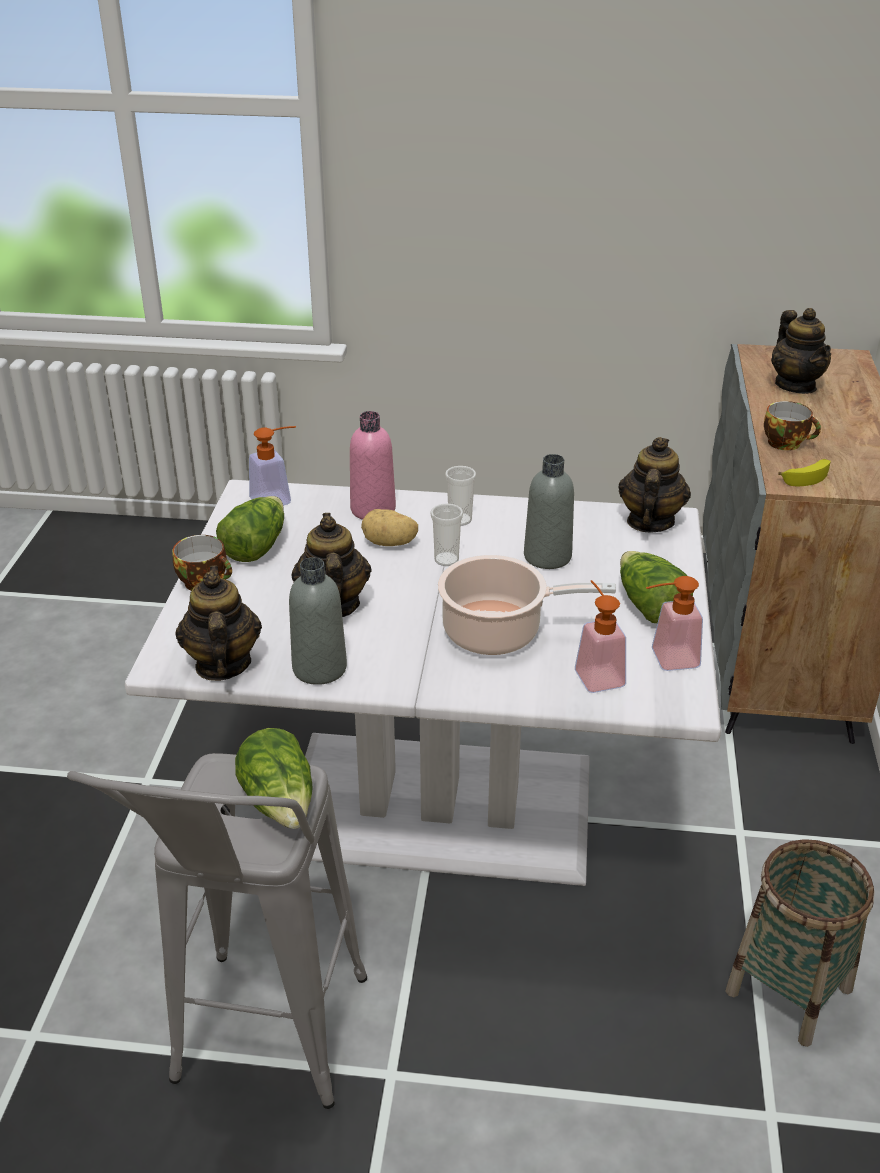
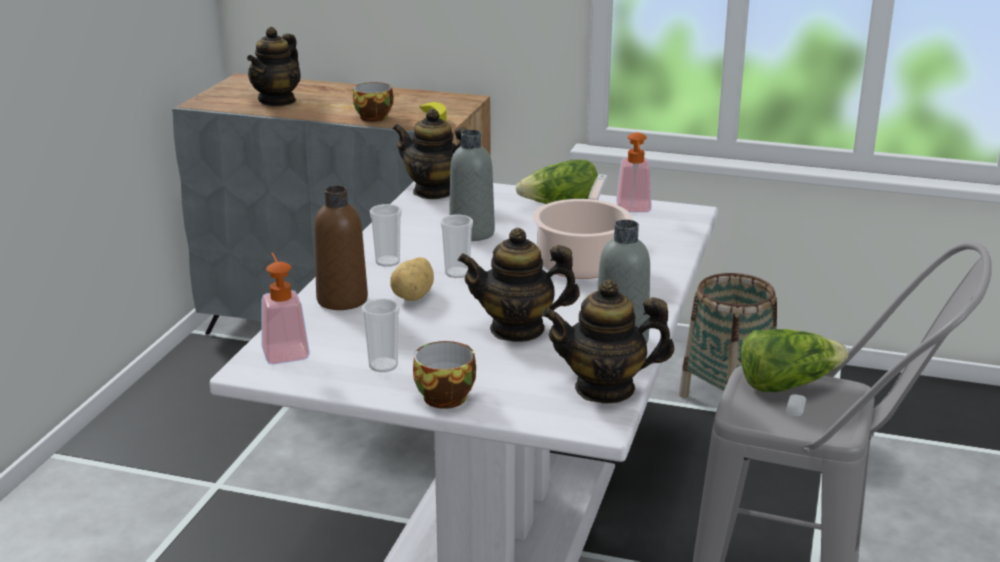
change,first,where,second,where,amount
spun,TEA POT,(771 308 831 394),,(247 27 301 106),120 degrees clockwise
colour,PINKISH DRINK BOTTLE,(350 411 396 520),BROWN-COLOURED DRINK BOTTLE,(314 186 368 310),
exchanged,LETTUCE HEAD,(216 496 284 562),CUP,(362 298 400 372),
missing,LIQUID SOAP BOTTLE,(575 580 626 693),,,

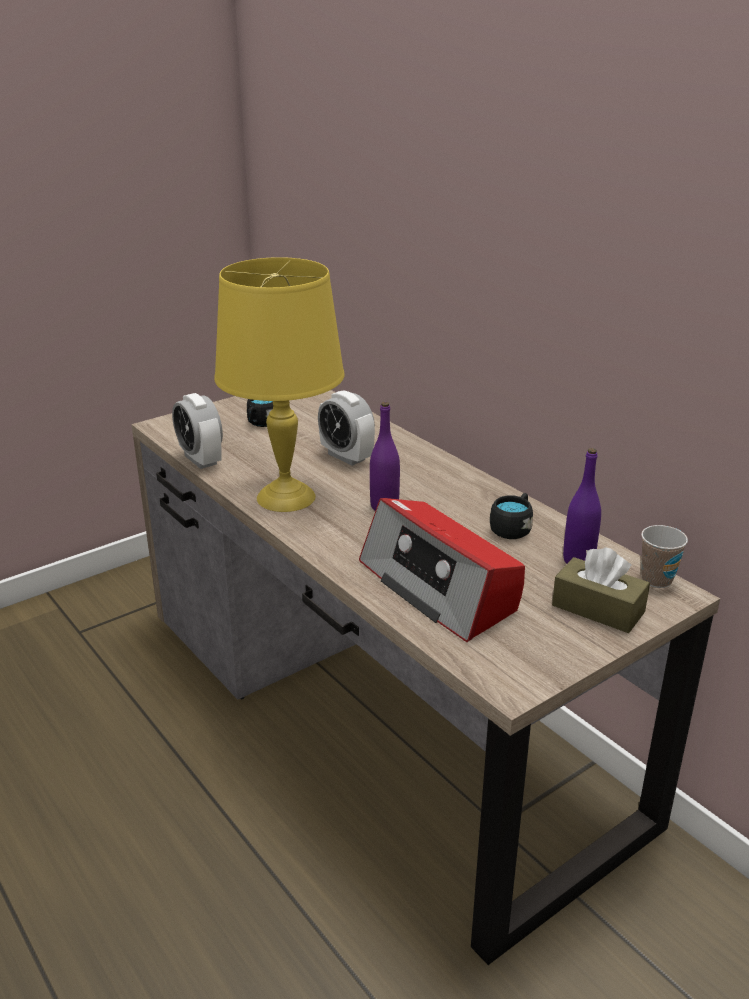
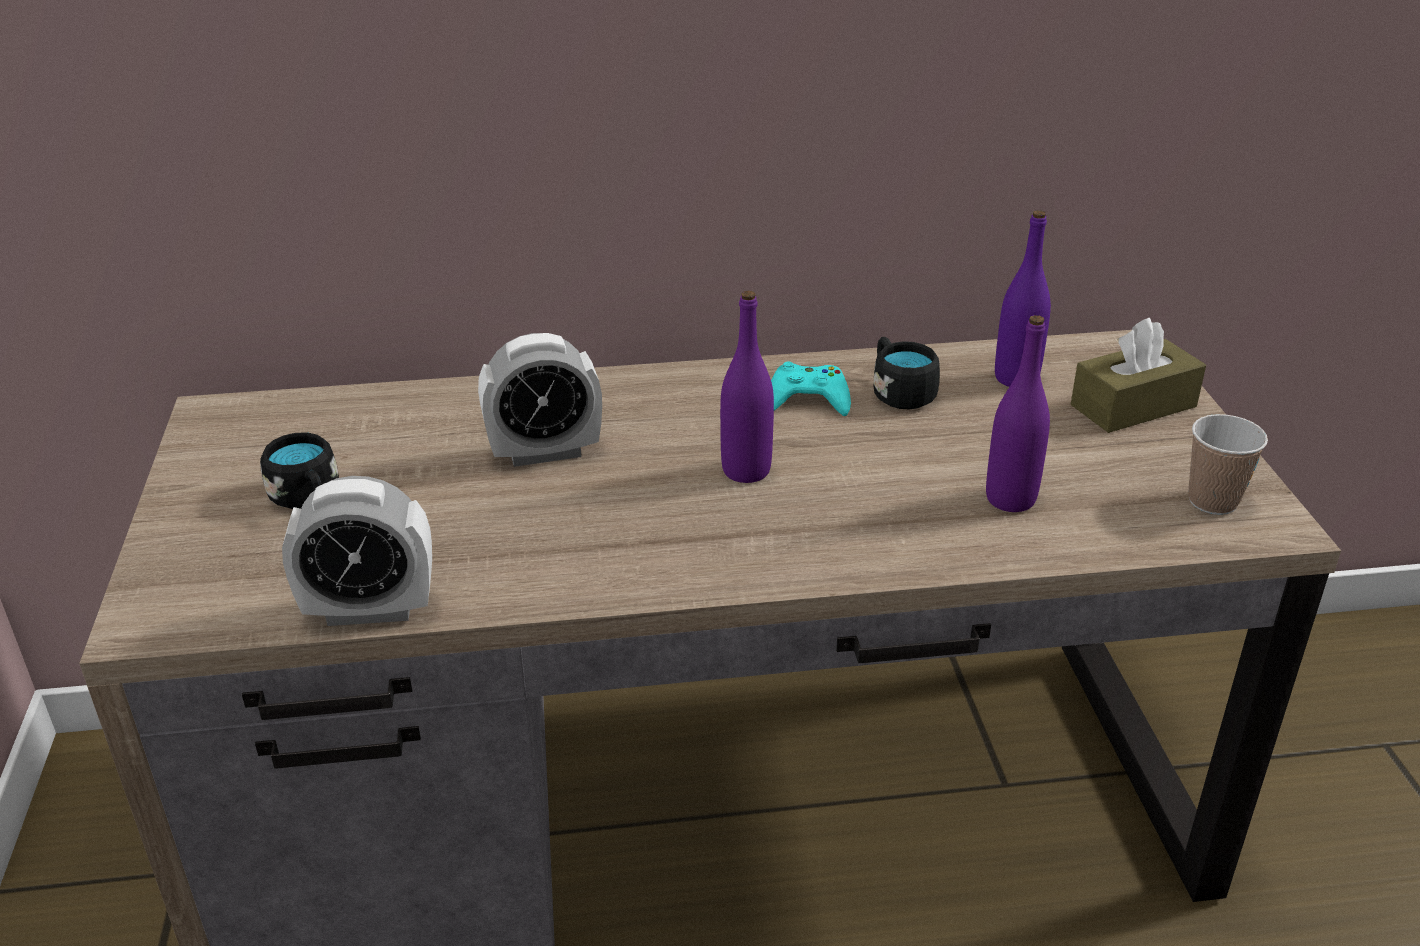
change,first,where,second,where,amount
missing,YELLOWISH TABLE LAMP,(214 257 345 512),,,
exchanged,RADIO RECEIVER,(359 498 525 642),PURPLE-COLOURED DRINK BOTTLE,(986 315 1050 512),
relocated,CUP,(641 525 688 588),,(1188 414 1268 515),
appeared,,,TURQUOISE GAME CONTROLLER,(771 361 851 416),

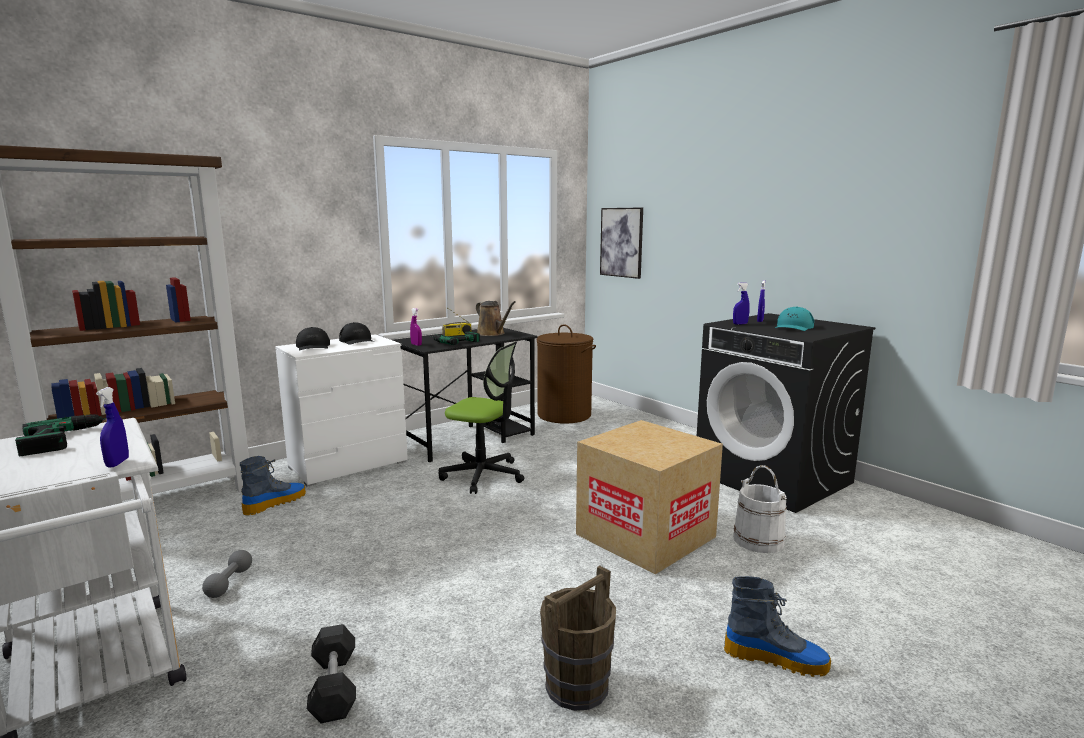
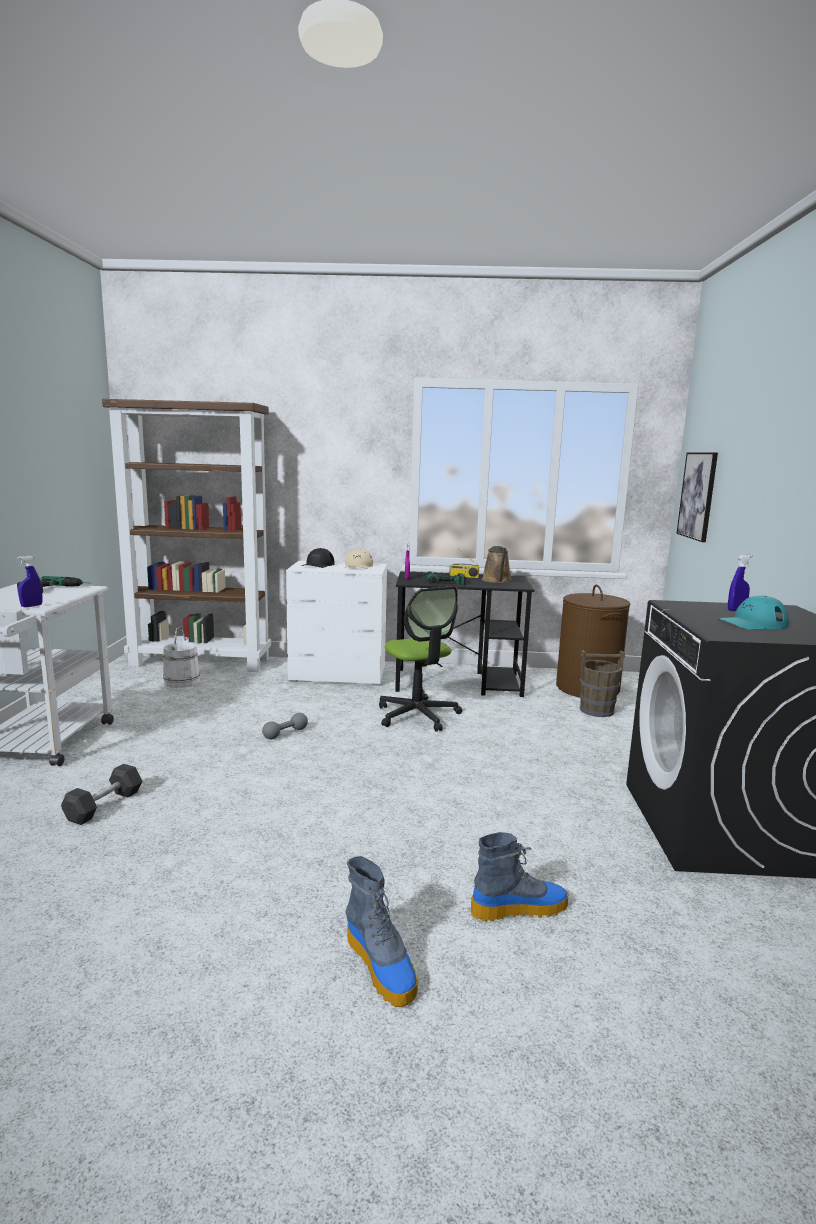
change,first,where,second,where,amount
missing,BLUISH SPRAY BOTTLE,(733 282 750 325),,,
colour,BLACKISH CAP,(339 322 374 345),BEIGE CAP,(344 549 373 569),
missing,PACKING BOX,(576 420 723 574),,,
relocated,TALL BOOT,(240 456 306 515),,(471 832 568 921),
relocated,WHITE BUCKET,(733 465 787 553),,(163 626 200 688),
relocated,GREYISH HAND WEIGHT,(202 550 252 598),,(262 713 308 739),
relocated,BROWN-COLOURED BUCKET,(540 565 616 711),,(580 650 625 717),

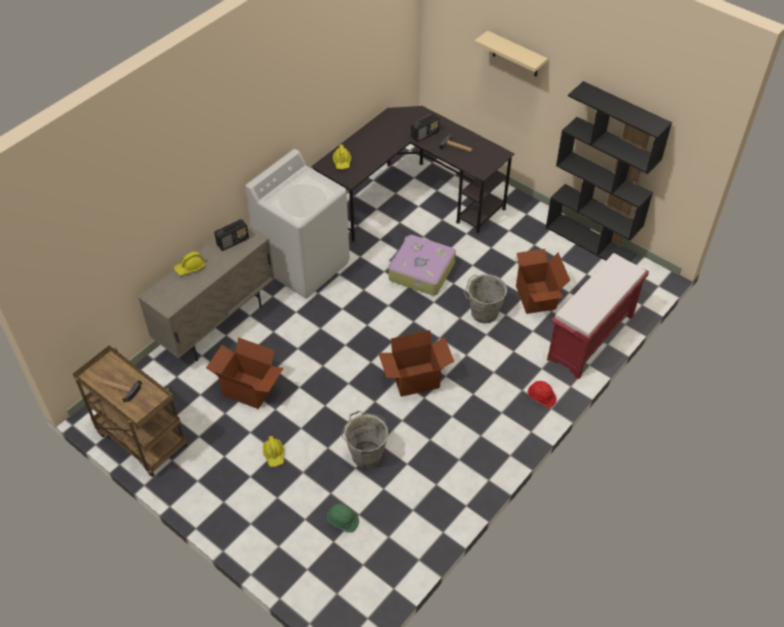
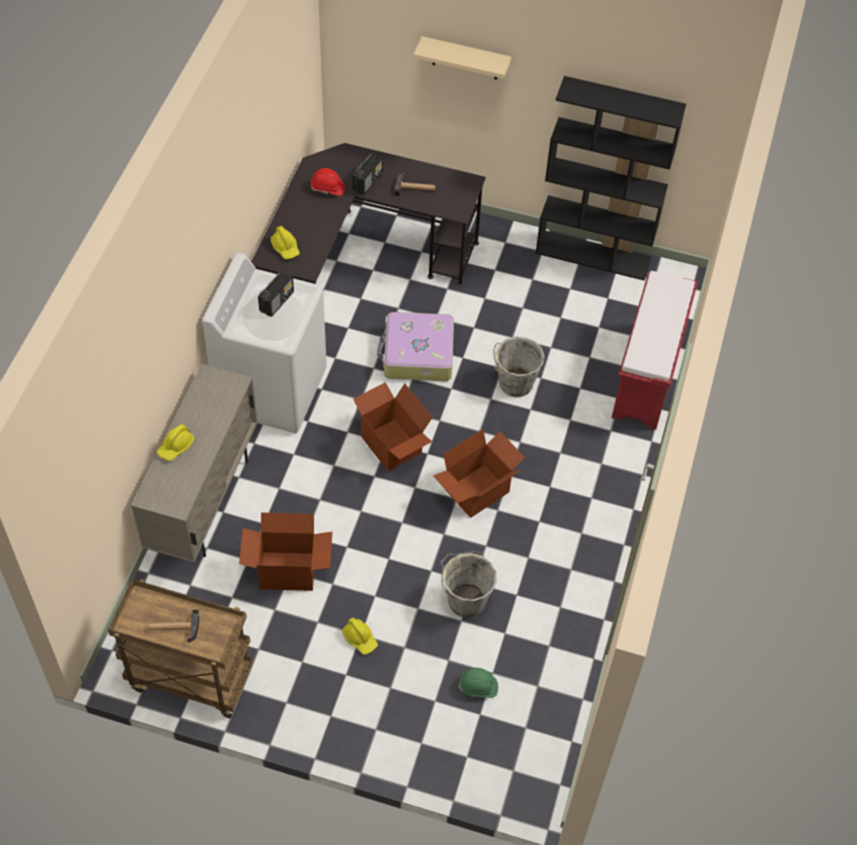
change,first,where,second,where,amount
relocated,RADIO RECEIVER,(214 219 249 251),,(258 271 294 317),
relocated,PACKING BOX,(515 249 570 314),,(353 382 433 471),
relocated,RED WORK HELMET,(528 381 557 408),,(311 168 345 196),

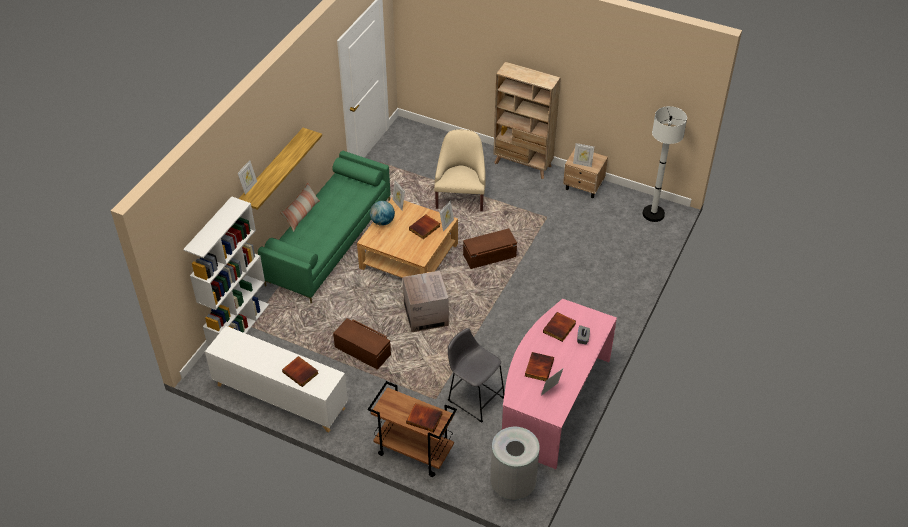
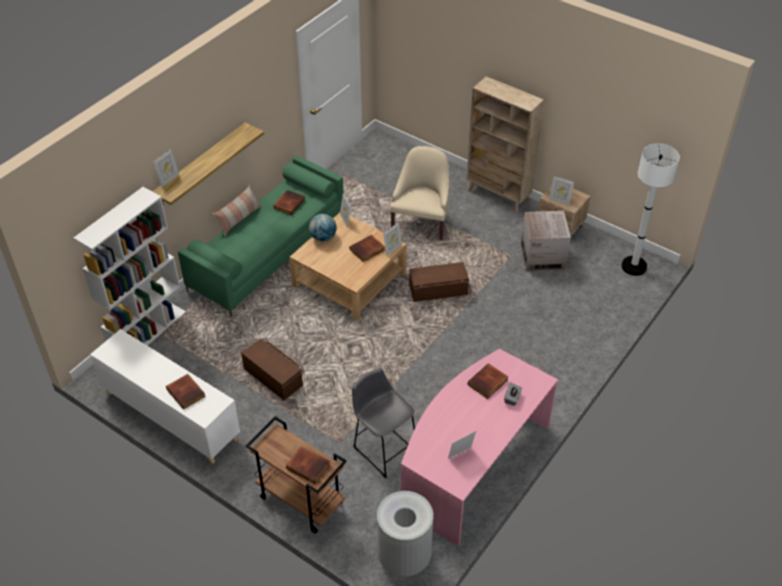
change,first,where,second,where,amount
relocated,PACKING BOX,(403 271 449 332),,(521 211 571 271),
relocated,BOOK,(525 352 554 381),,(273 190 305 215),

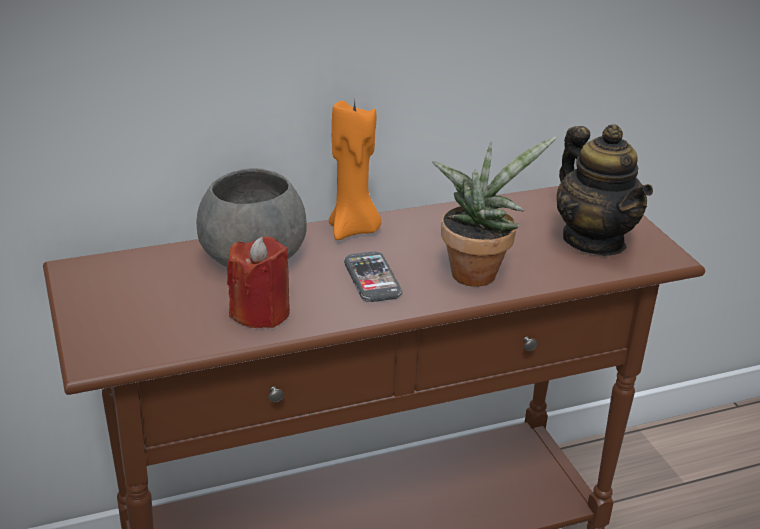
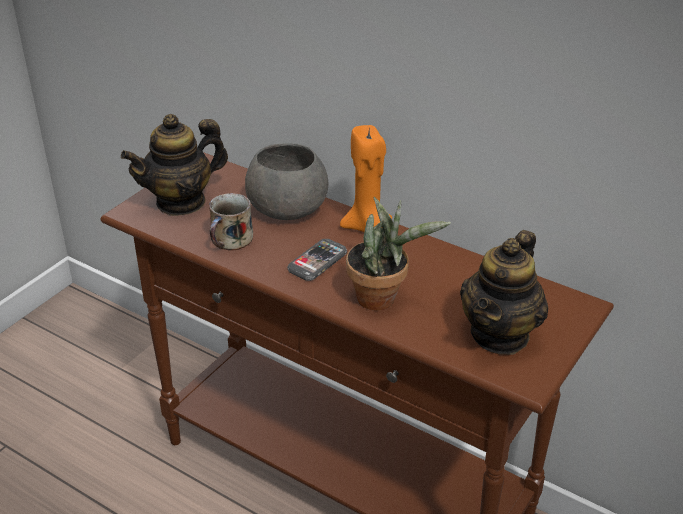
change,first,where,second,where,amount
exchanged,RED CANDLE,(227 236 290 328),TEA MUG,(209 193 253 250),
appeared,,,TEA POT,(121 114 228 216),

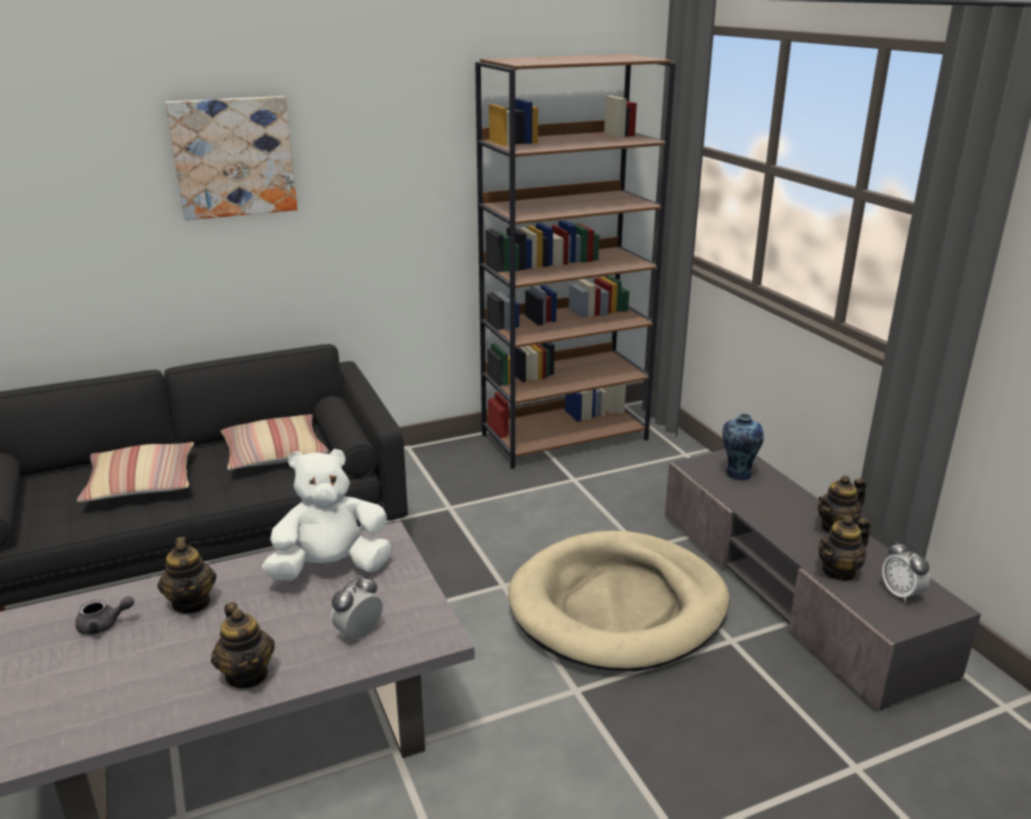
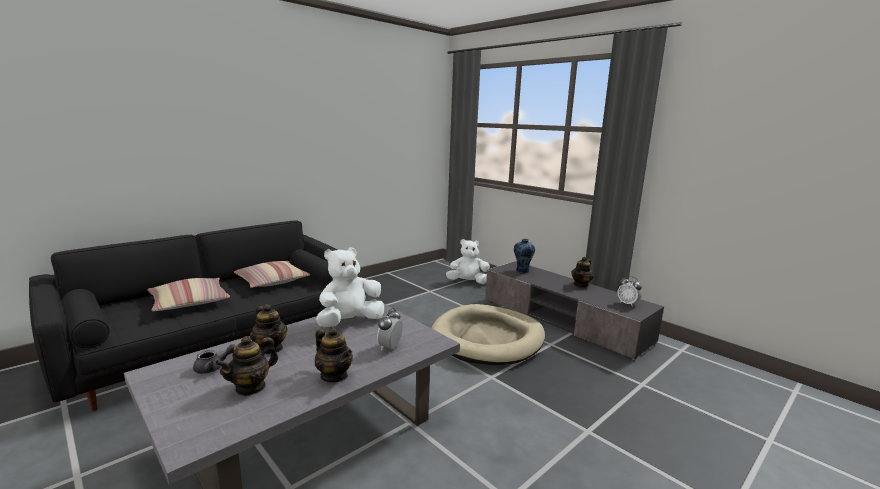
change,first,where,second,where,amount
missing,BROWN-COLOURED SHELVING UNIT,(475 54 676 469),,,
missing,PICTURE,(165 96 297 220),,,
relocated,TEA POT,(818 516 871 582),,(215 336 278 396),
appeared,,,WHITE CUDDLY TOY,(446 239 490 284),

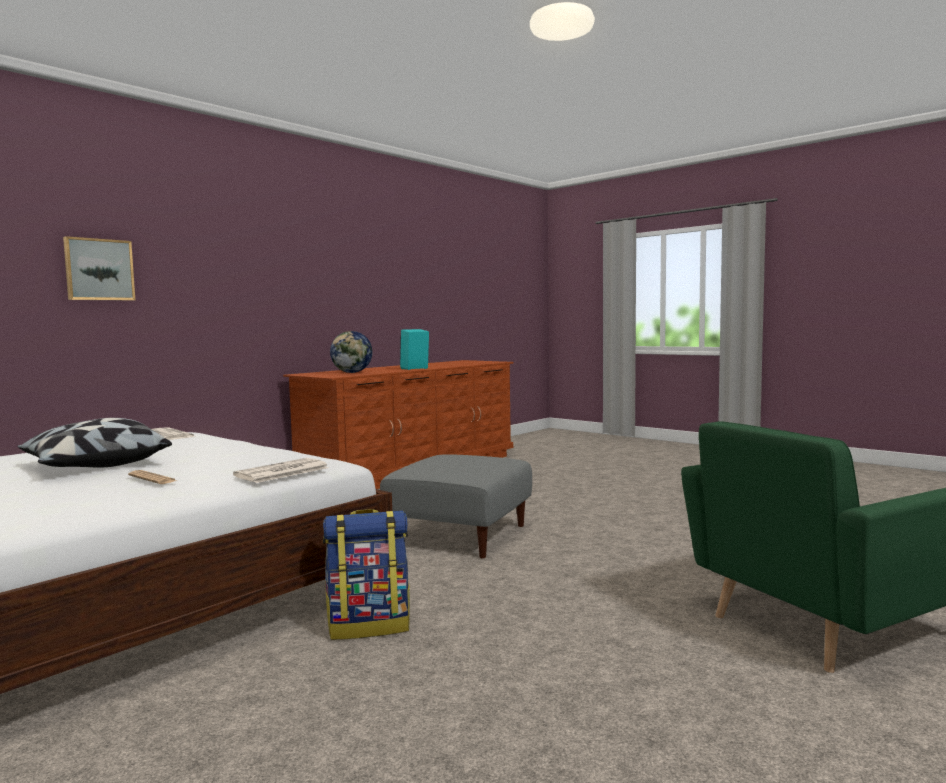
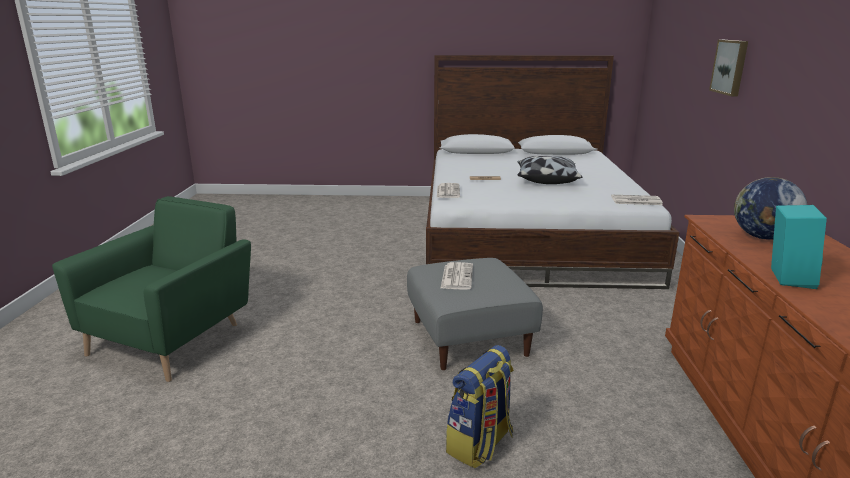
change,first,where,second,where,amount
relocated,RUCKSACK,(323 509 410 640),,(446 345 514 469),
appeared,,,NEWSPAPER,(440 262 473 290),

